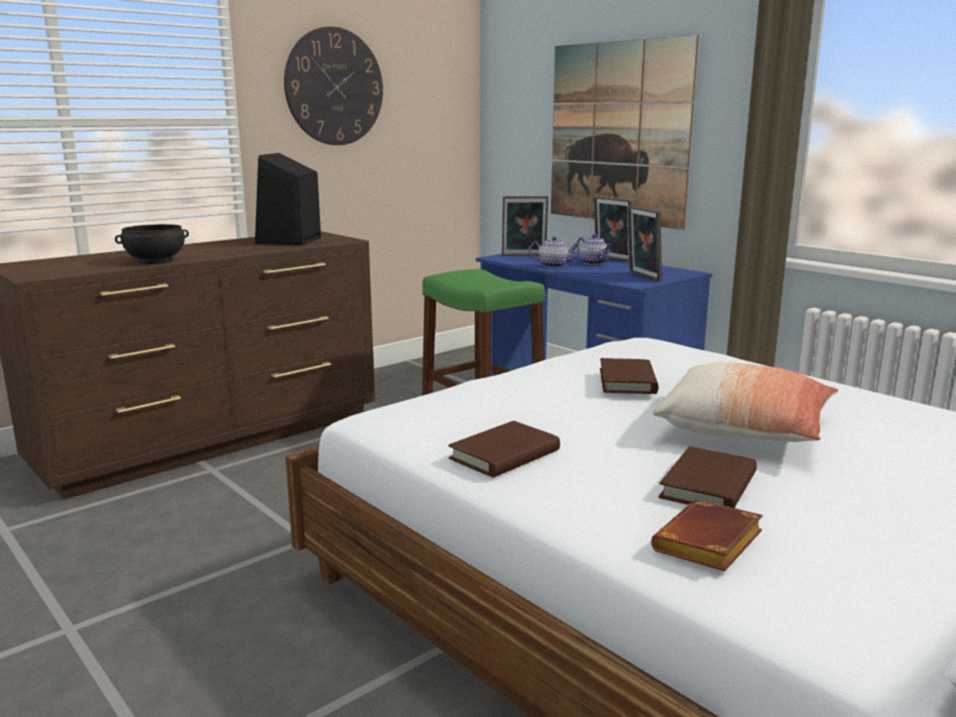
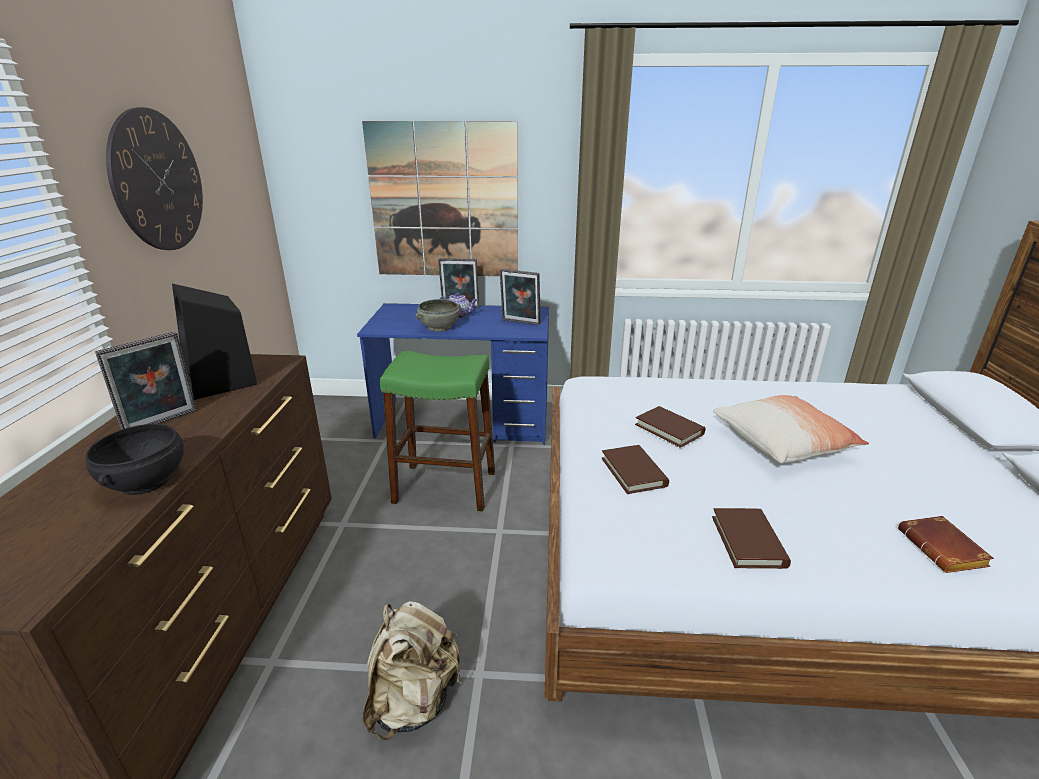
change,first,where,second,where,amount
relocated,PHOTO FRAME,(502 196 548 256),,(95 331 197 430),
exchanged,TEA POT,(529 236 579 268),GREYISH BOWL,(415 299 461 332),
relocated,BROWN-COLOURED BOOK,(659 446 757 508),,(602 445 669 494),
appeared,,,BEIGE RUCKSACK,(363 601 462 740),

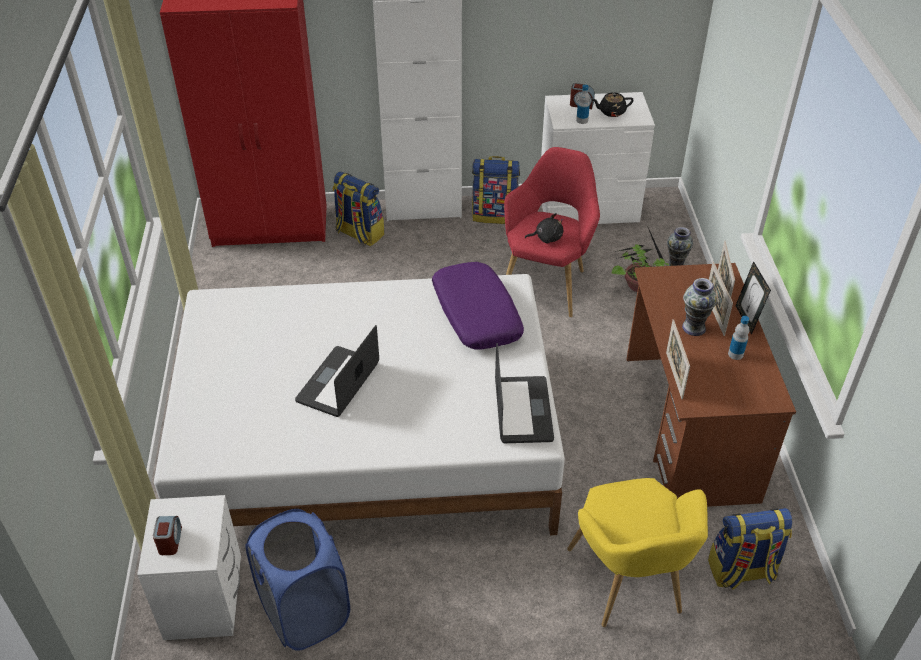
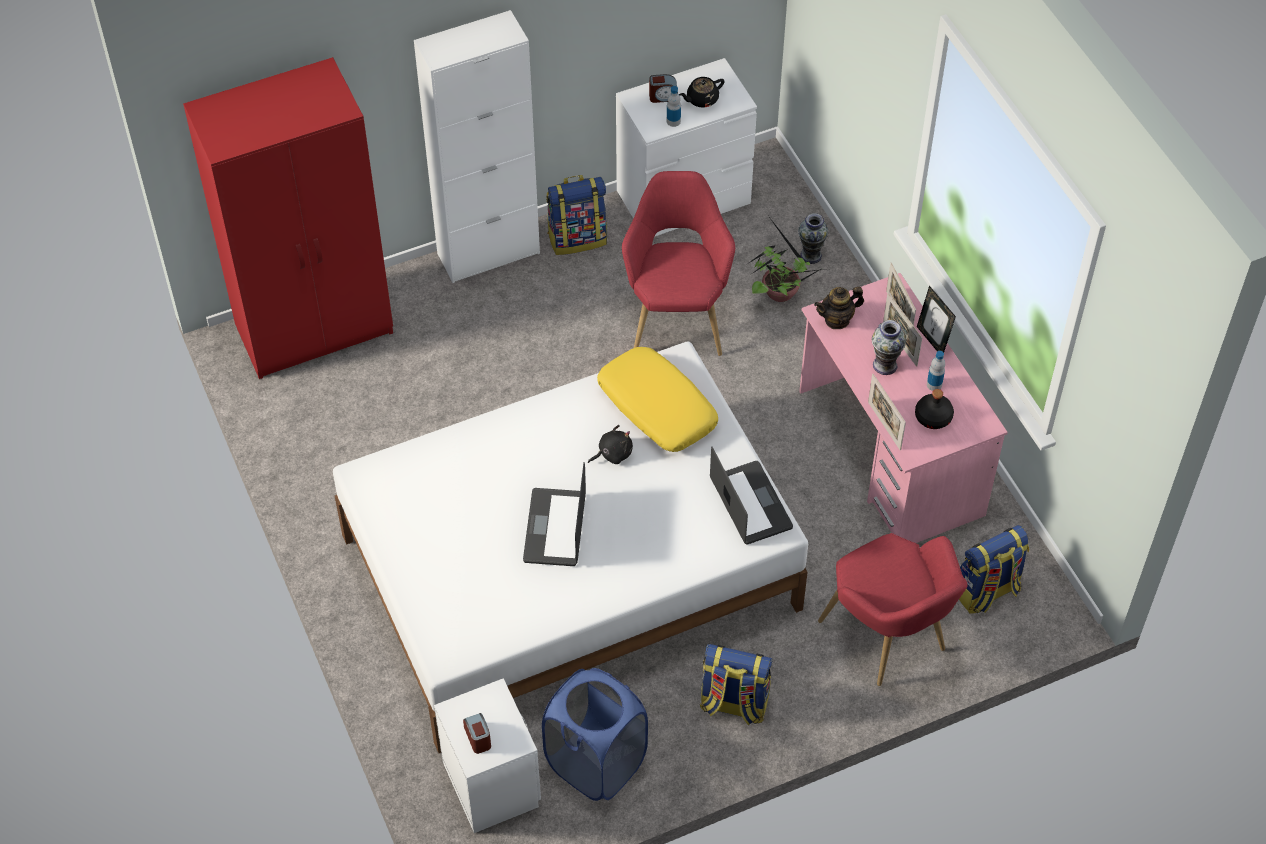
change,first,where,second,where,amount
relocated,RUCKSACK,(333 171 384 246),,(700 644 773 725),
relocated,BLACKISH CUDDLY TOY,(525 213 563 244),,(588 425 633 464),
colour,PURPLE-COLOURED PILLOW,(432 262 524 350),YELLOWISH PILLOW,(597 347 718 452),
colour,BROWN-COLOURED DESK UNIT,(626 263 796 507),PINKISH DESK UNIT,(799 273 1008 543),
colour,YELLOWISH EASY CHAIR,(567 478 708 627),RED EASY CHAIR,(818 533 968 686),
appeared,,,TEA POT,(814 287 864 329),
appeared,,,BLACKISH DRINK BOTTLE,(915 389 954 429),

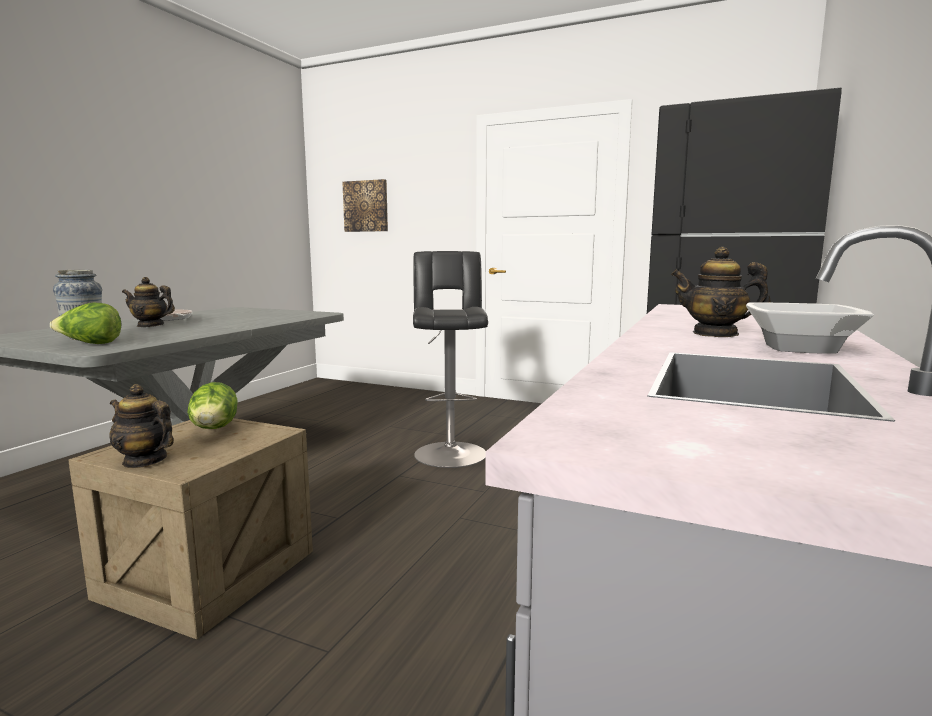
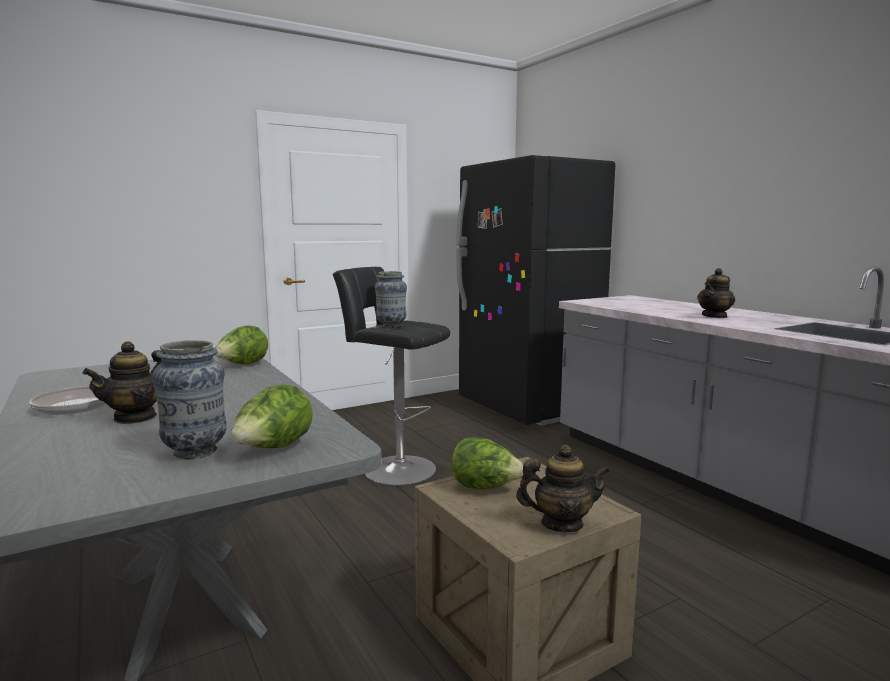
change,first,where,second,where,amount
missing,PICTURE,(342 179 388 232),,,
missing,BOWL,(746 303 874 354),,,
spun,TEA POT,(110 384 174 468),,(516 445 610 533),150 degrees counterclockwise
appeared,,,FLOWER VASE,(374 271 407 328),
appeared,,,LETTUCE HEAD,(215 326 268 365),

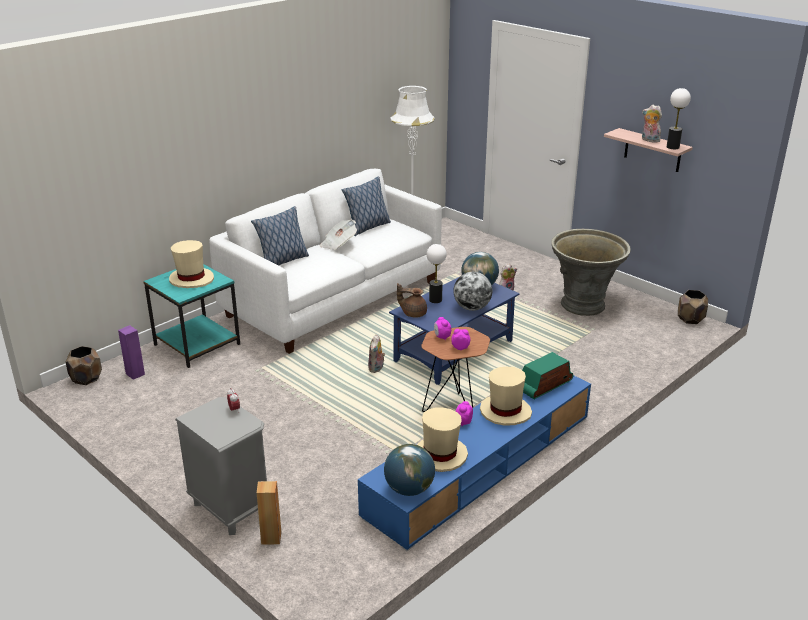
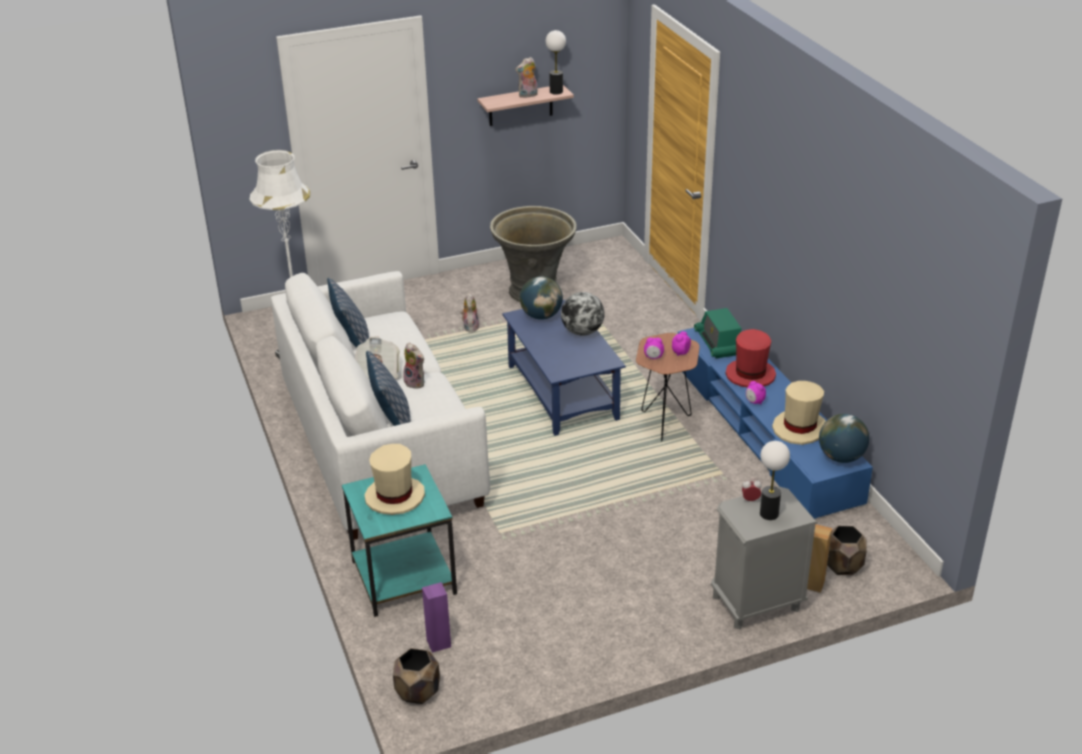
change,first,where,second,where,amount
relocated,TABLE LAMP,(427 244 447 303),,(760 441 790 520),
missing,BROWN-COLOURED TEA POT,(397 283 427 318),,,
relocated,BROWN-COLOURED FLOWER POT,(678 290 708 324),,(827 526 867 575),
relocated,CUDDLY TOY,(368 334 385 373),,(403 343 424 389),
colour,BEIGE WEARABLE HAT,(480 367 532 426),RED WEARABLE HAT,(725 329 776 388),

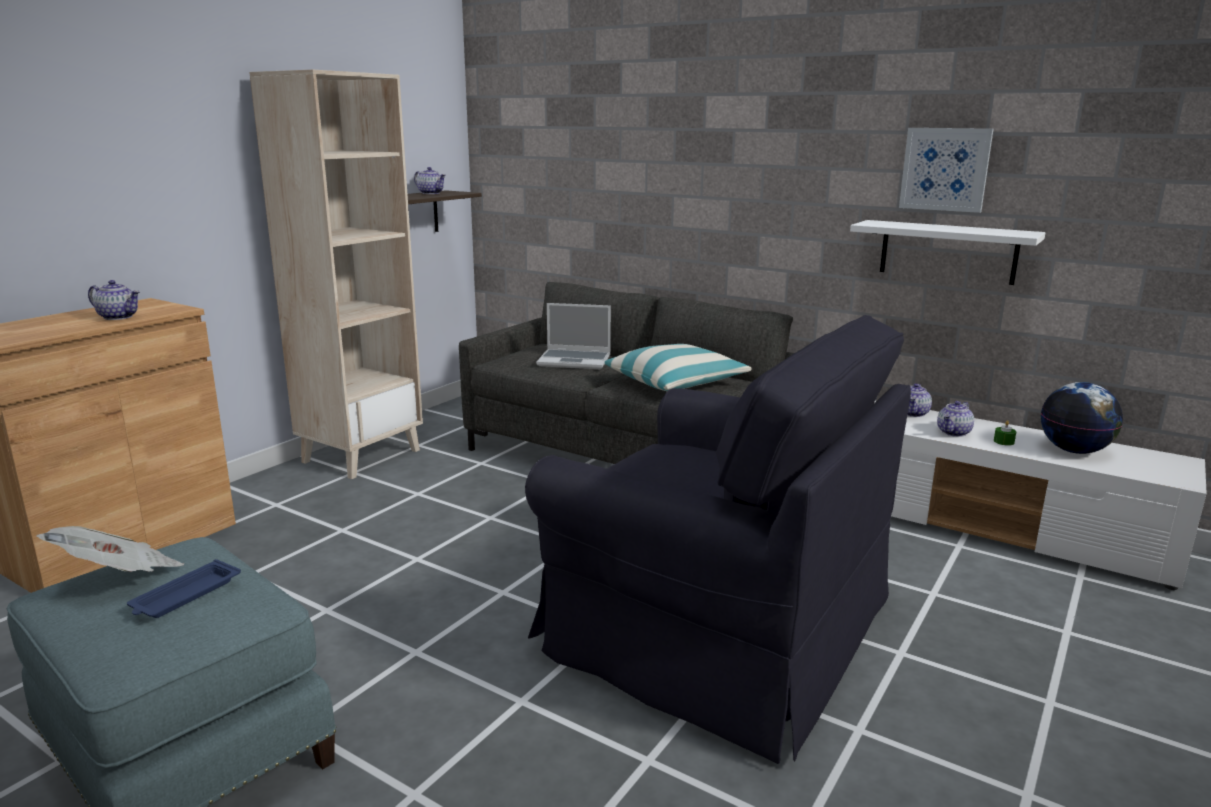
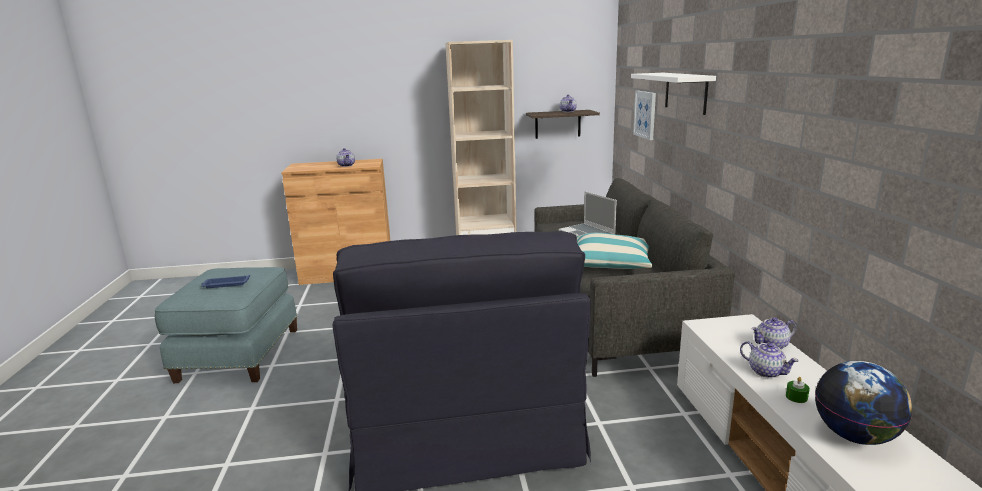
change,first,where,second,where,amount
relocated,PICTURE,(899 128 993 213),,(633 91 656 140),
relocated,WHITE SHELF,(850 220 1046 285),,(631 73 716 115),
spun,TEA POT,(937 401 974 437),,(740 341 799 378),135 degrees counterclockwise
missing,NEWSPAPER,(36 526 185 572),,,

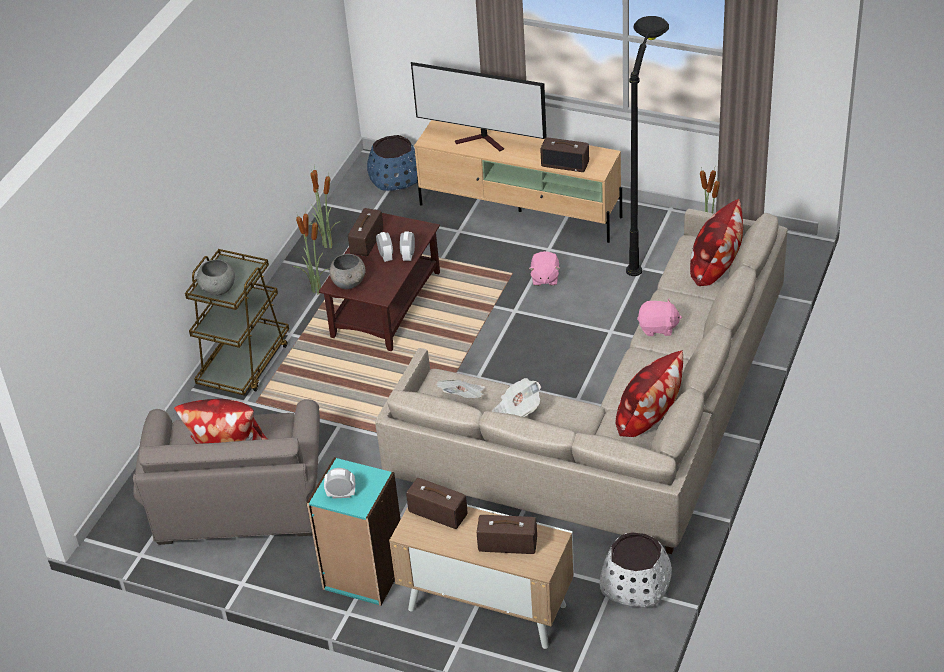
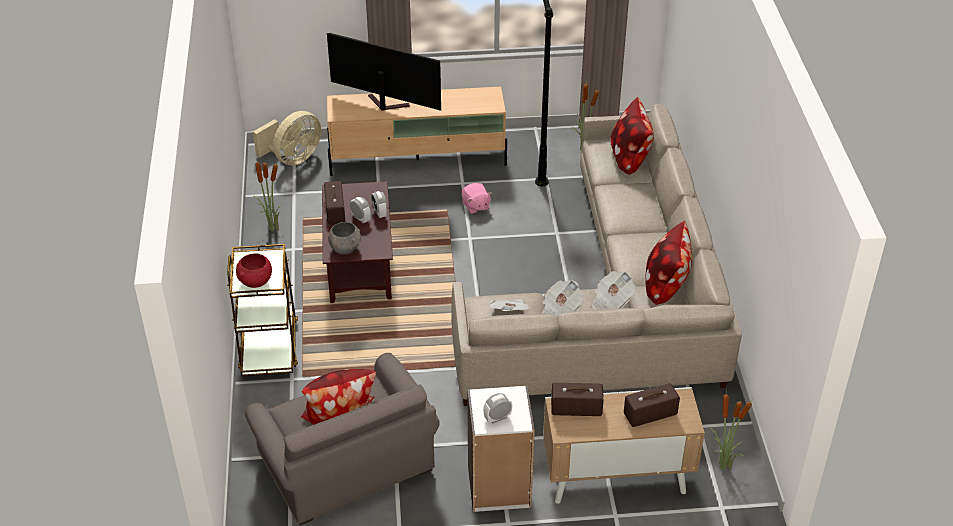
change,first,where,second,where,amount
spun,TV,(411 62 546 151),,(327 33 441 111),150 degrees counterclockwise
exchanged,BLUISH FLOWER POT,(367 135 417 191),BEIGE FAN,(253 111 321 165),
missing,RADIO RECEIVER,(540 137 589 172),,,
relocated,POTTED PLANT,(293 214 328 294),,(710 394 752 470),
colour,GREYISH BOWL,(195 260 235 296),RED BOWL,(236 253 272 288),
missing,PINKISH CUDDLY TOY,(637 298 682 336),,,
colour,TURQUOISE SHELVING UNIT,(307 457 401 606),WHITE SHELVING UNIT,(468 385 535 512),
missing,WHITE FLOWER POT,(600 532 672 607),,,
appeared,,,NEWSPAPER,(591 271 636 310),

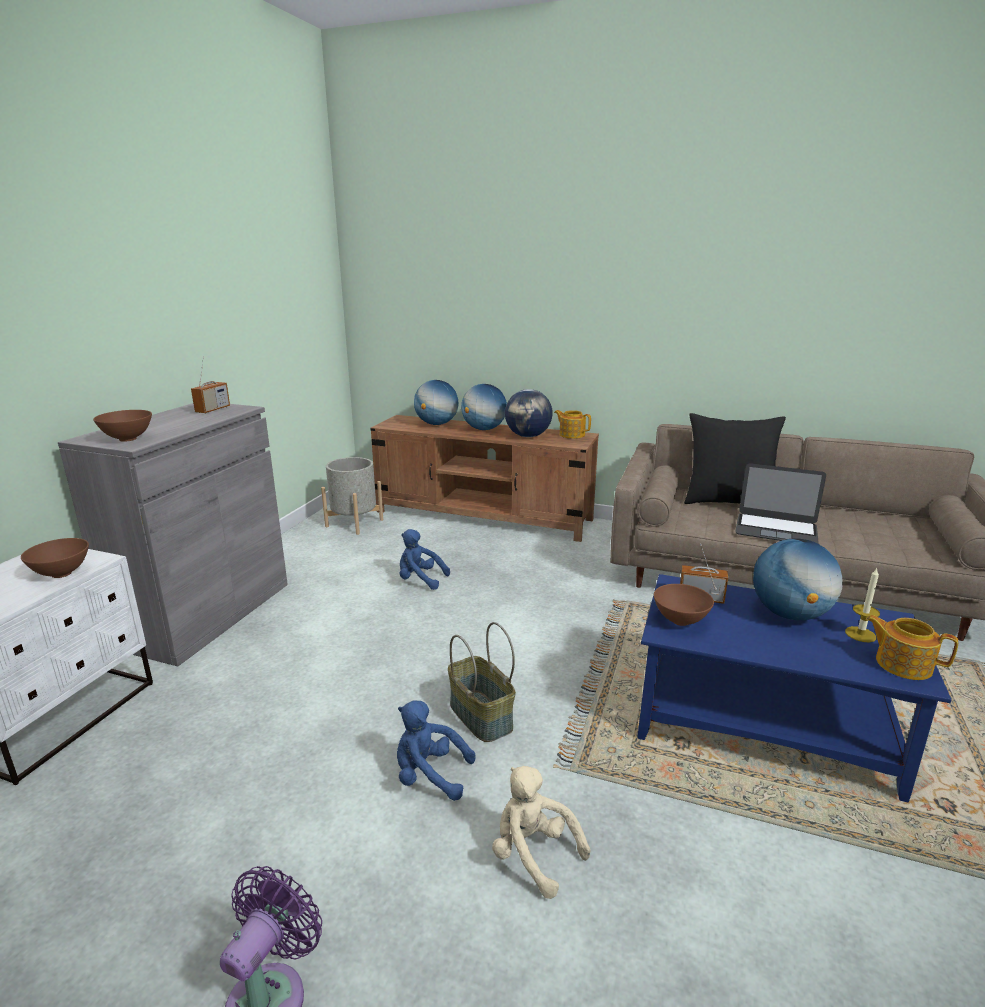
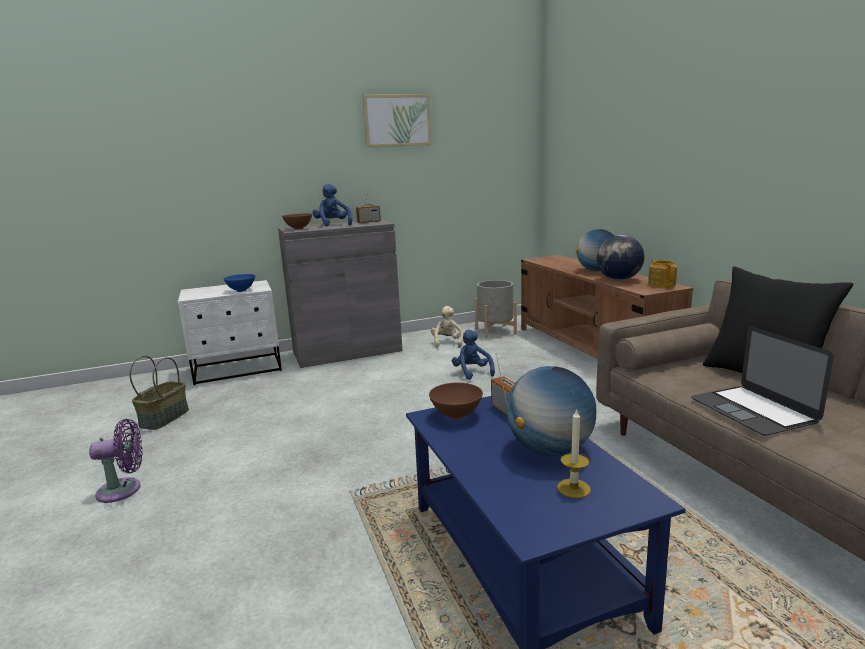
change,first,where,second,where,amount
missing,GLOBE,(414 380 459 425),,,
colour,BROWN-COLOURED BOWL,(21 538 89 578),BLUISH BOWL,(224 274 255 292),
missing,TEA POT,(866 615 958 680),,,
relocated,HOUSEHOLD BASKET,(448 622 516 742),,(129 355 189 430),
relocated,BLUISH CUDDLY TOY,(397 700 475 801),,(313 184 352 226),
relocated,BEIGE CUDDLY TOY,(492 766 591 899),,(431 306 463 348),
appeared,,,PICTURE,(362 94 431 147),

